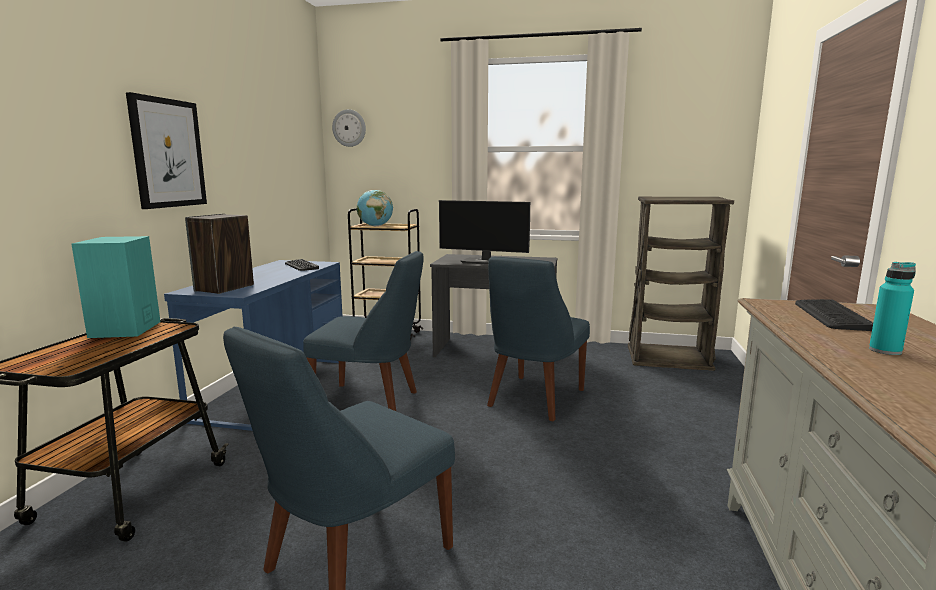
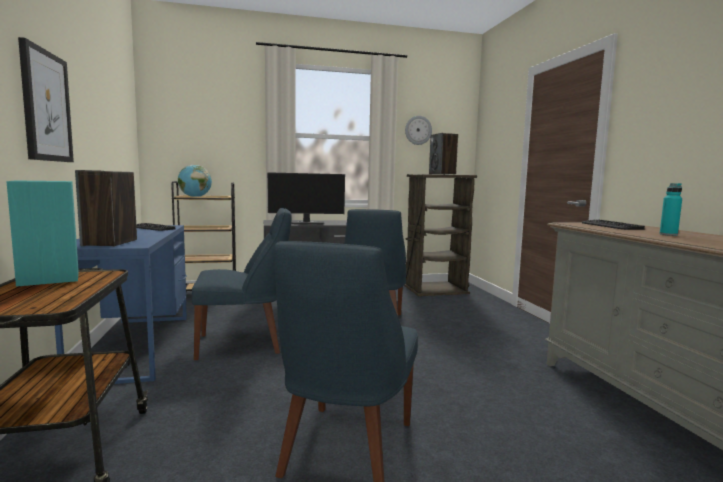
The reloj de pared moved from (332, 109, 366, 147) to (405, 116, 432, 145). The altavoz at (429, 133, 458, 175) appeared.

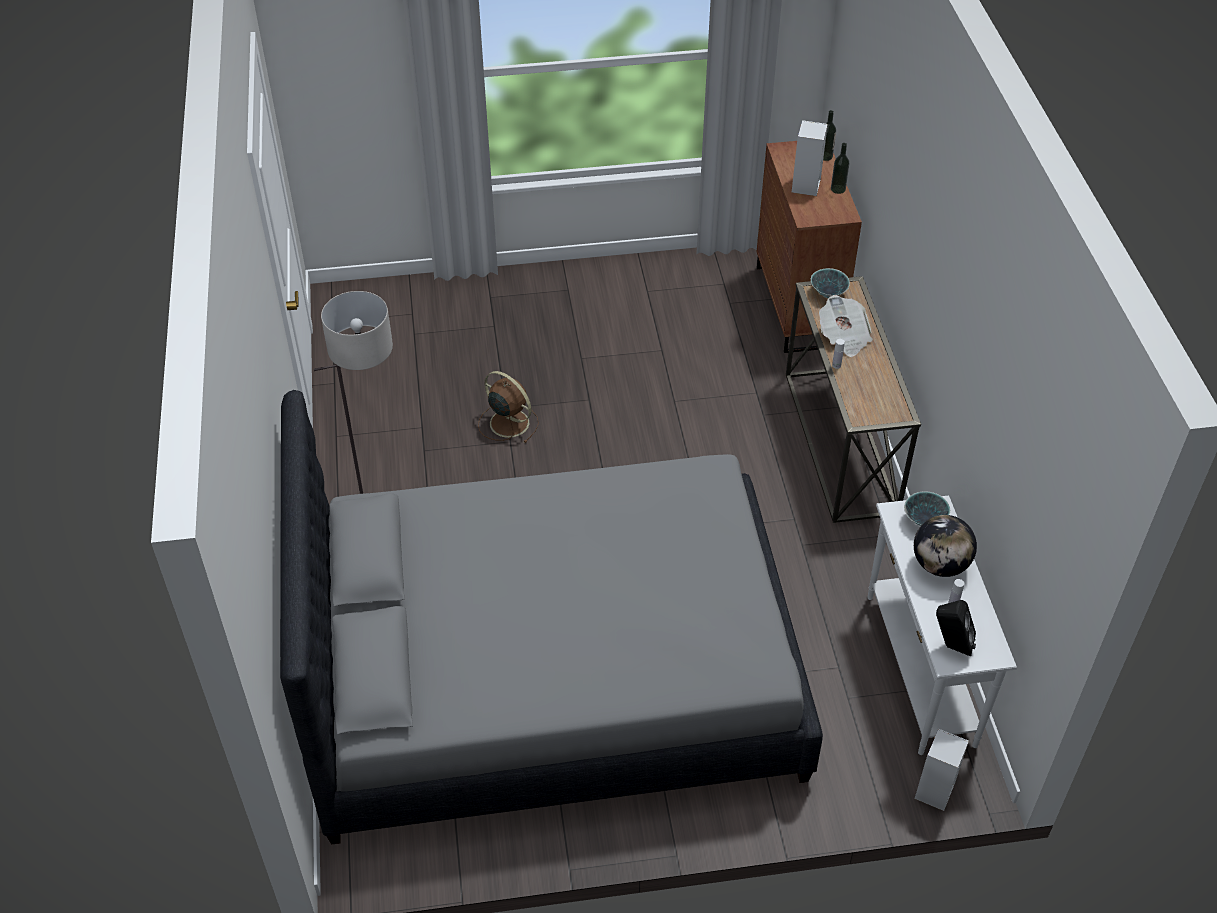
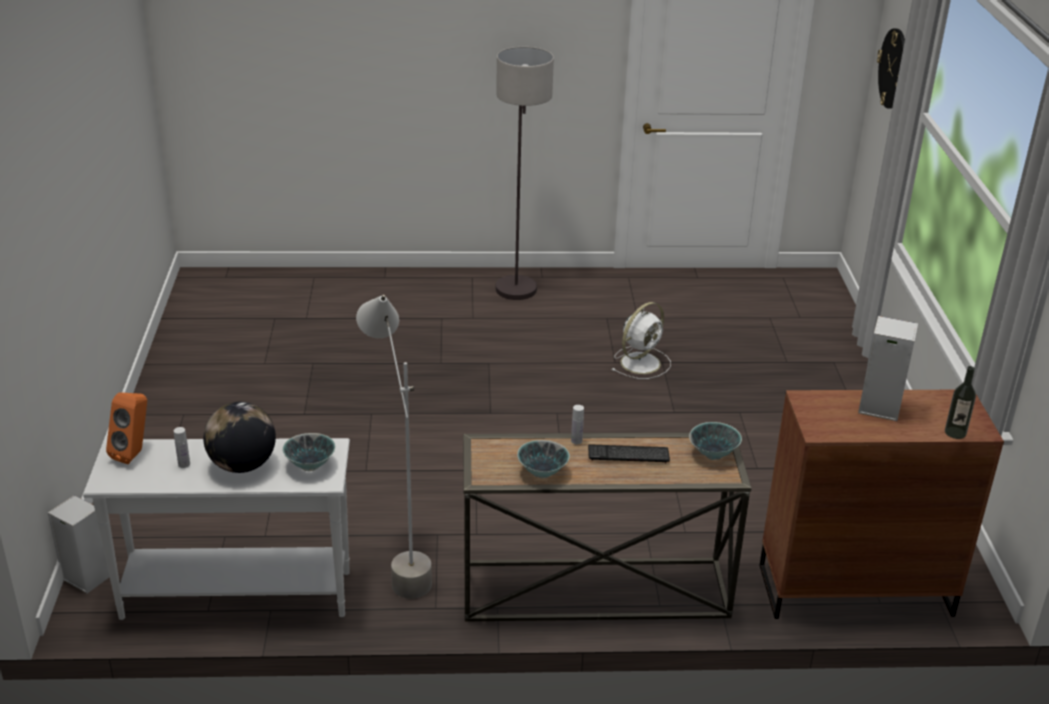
The altavoz (negro) at (936, 600, 976, 657) became the altavoz (naranja) at (106, 392, 147, 464). The lámpara de pie (gris) at (356, 295, 432, 599) appeared. The cuenco at (517, 440, 570, 478) appeared. The periódico at (819, 295, 873, 357) was replaced by the teclado at (588, 444, 670, 464). The ventilador (marrón) at (478, 371, 539, 443) became the ventilador (blanco) at (612, 302, 671, 379). The reloj de pared at (877, 28, 905, 109) appeared. The cama (gris) at (280, 390, 823, 844) disappeared. The botella at (831, 143, 849, 194) disappeared.

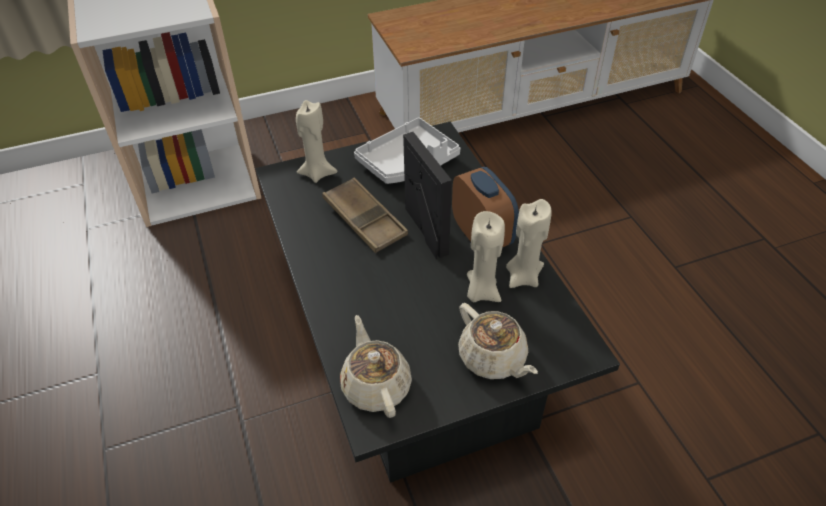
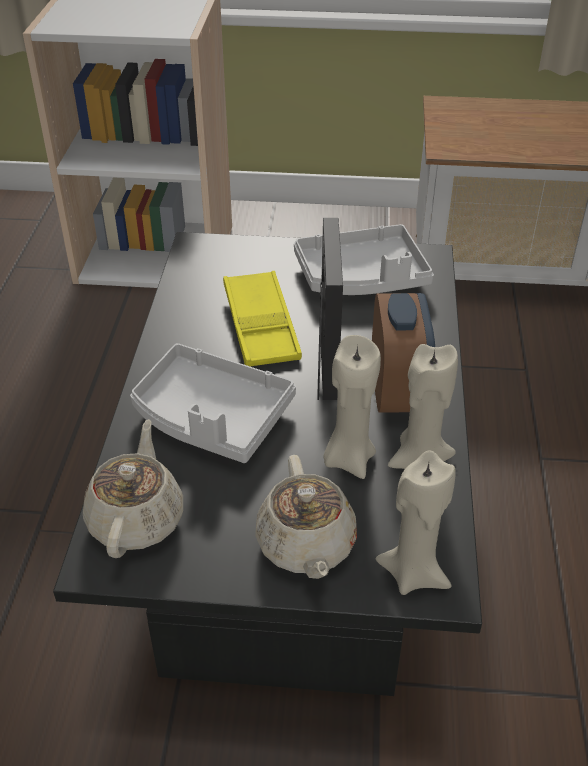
The bandeja (gris) at (130, 343, 296, 463) appeared. The bandeja (marrón) at (322, 177, 408, 253) became the bandeja (amarillo) at (223, 271, 302, 366). The vela (beis) moved from (296, 100, 337, 183) to (375, 450, 456, 595).

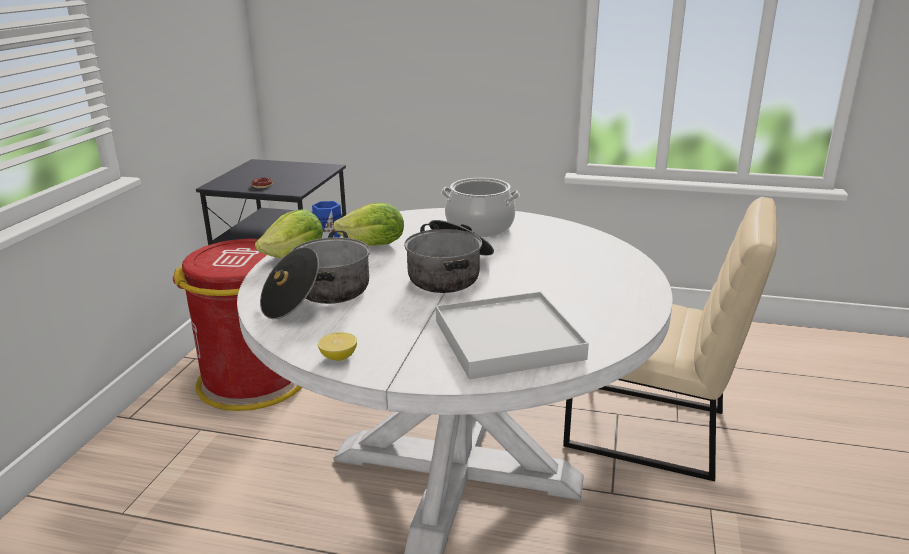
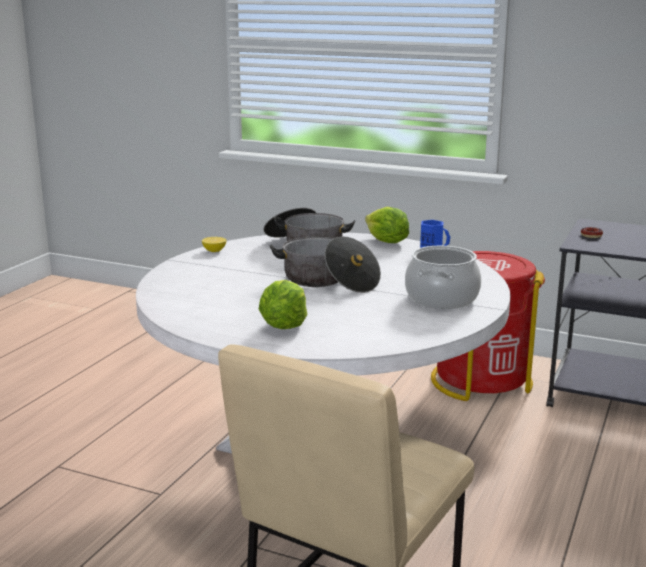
The lechuga moved from (333, 202, 404, 246) to (259, 280, 307, 329). The bandeja (blanco) at (436, 291, 589, 379) disappeared.

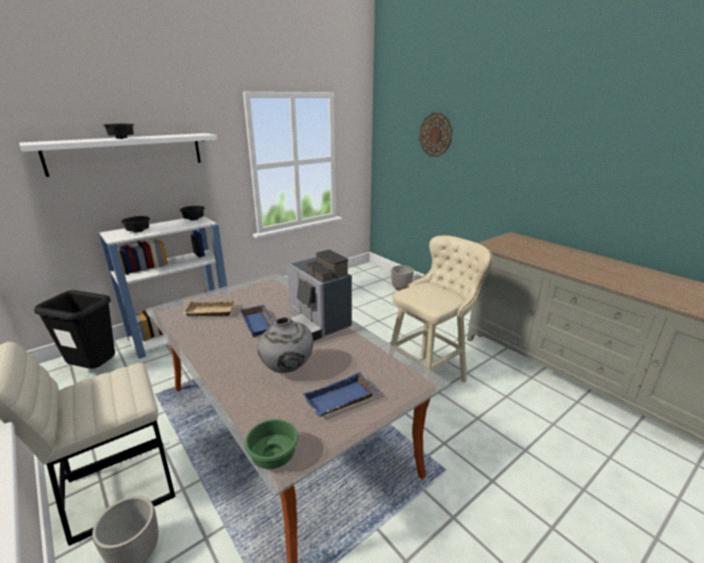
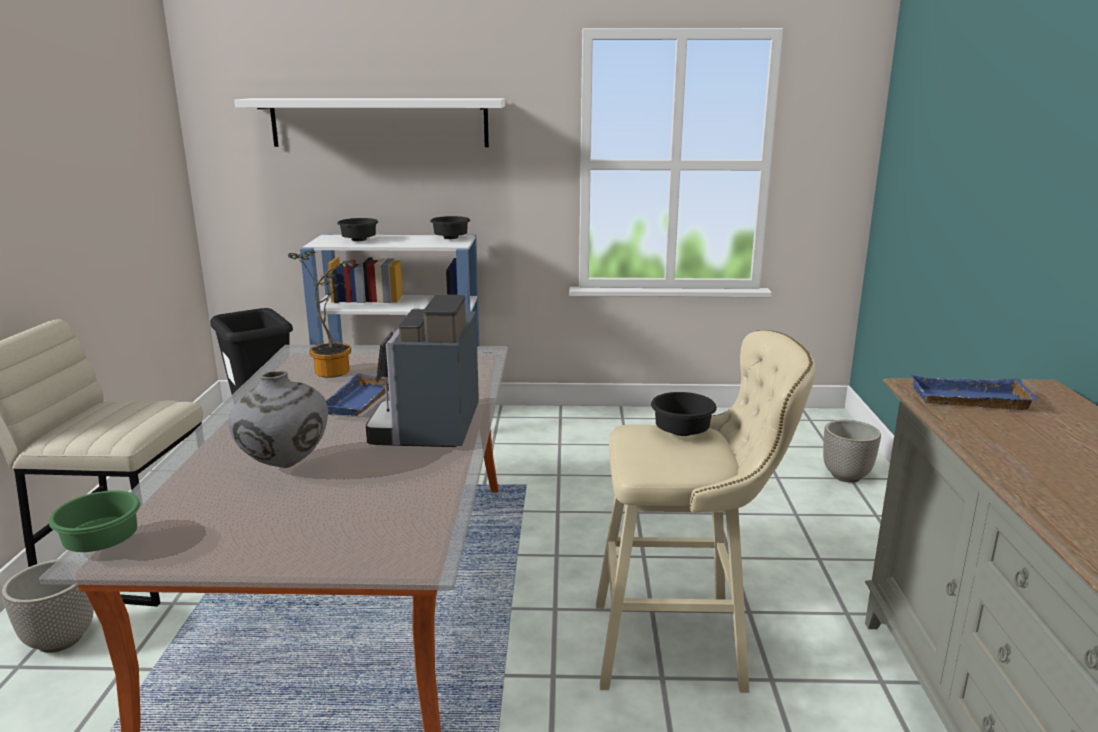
The bandeja (beis) at (182, 300, 236, 316) was replaced by the planta en maceta at (288, 250, 354, 378). The cuenco (negro) moved from (103, 124, 134, 139) to (651, 392, 717, 436). The bandeja (azul) moved from (303, 372, 376, 416) to (911, 375, 1039, 410). The reloj de pared at (419, 113, 452, 157) disappeared.

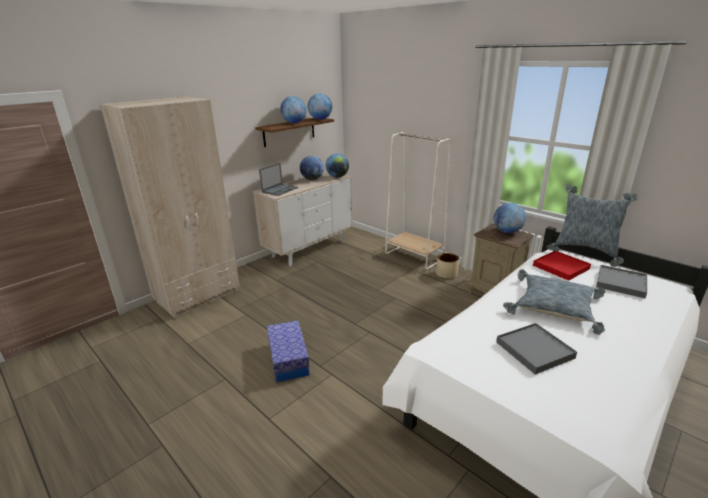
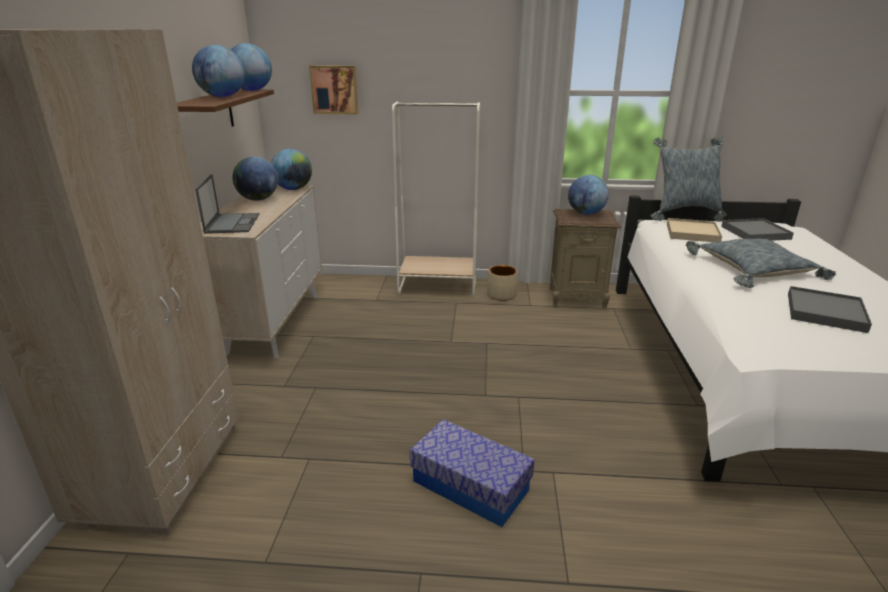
The cuadro at (309, 65, 359, 114) appeared. The bandeja (rojo) at (533, 251, 591, 281) became the bandeja (beis) at (667, 218, 722, 242).

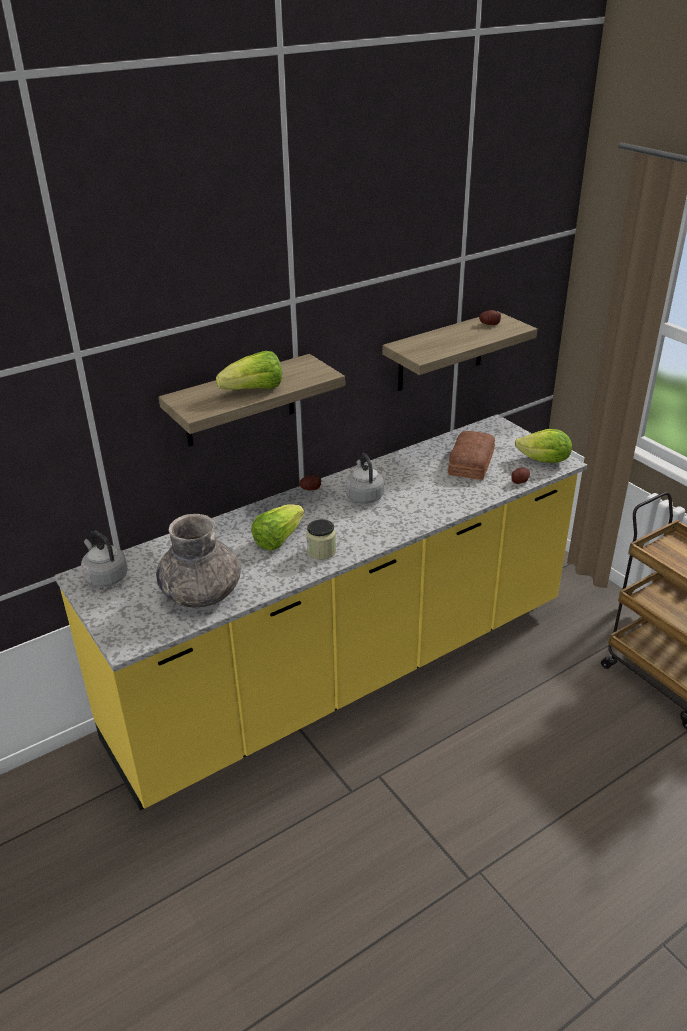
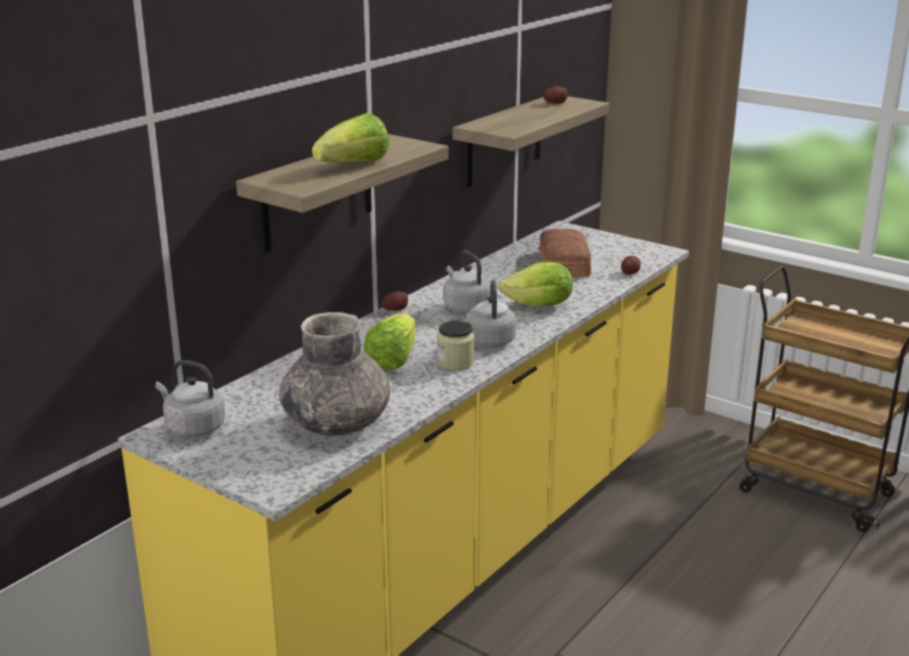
The hervidor (gris) at (465, 280, 517, 348) appeared. The lechuga moved from (515, 429, 572, 463) to (499, 261, 573, 307).

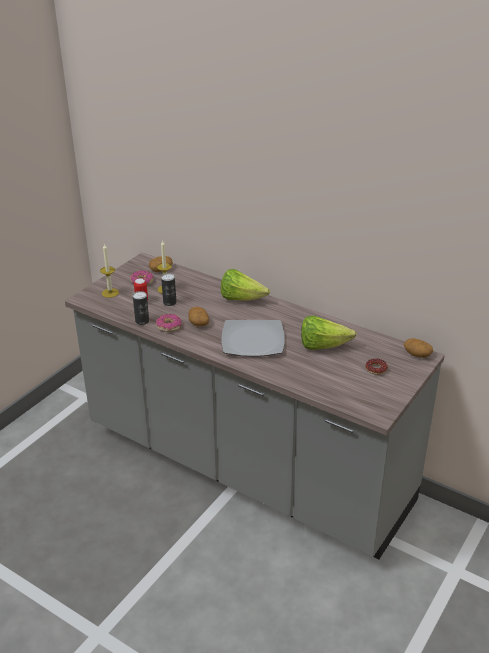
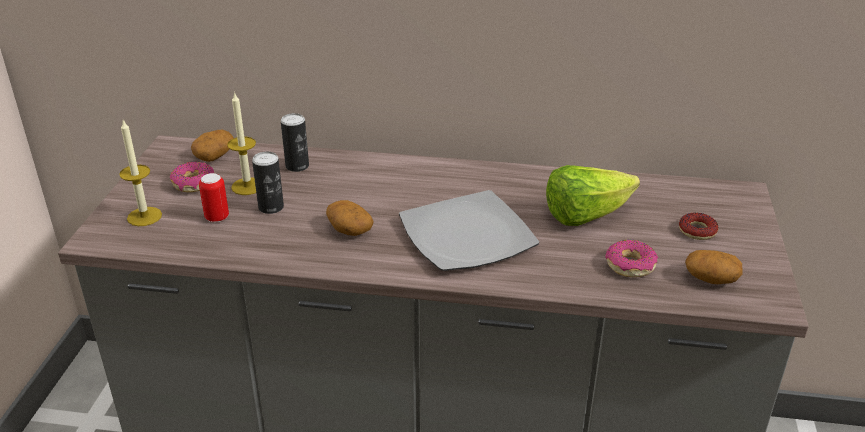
The lata moved from (133, 291, 149, 325) to (281, 113, 309, 172). The rosquilla moved from (156, 314, 182, 332) to (605, 240, 658, 277). The patata moved from (404, 338, 433, 358) to (685, 250, 743, 284). The lechuga at (221, 269, 270, 301) disappeared.

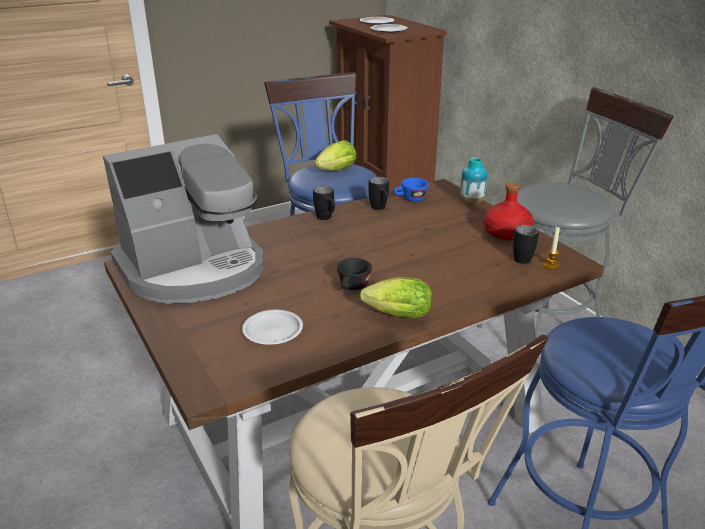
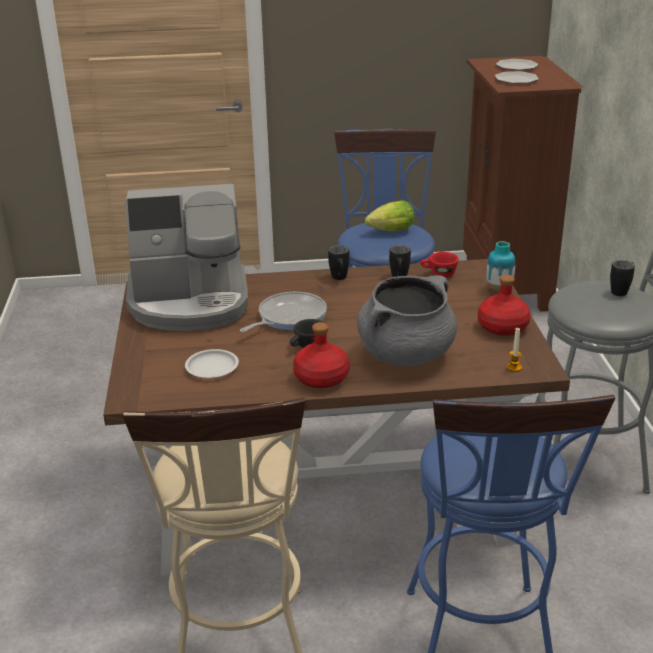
The sartén at (240, 292, 327, 332) appeared. The lechuga at (360, 277, 432, 319) was replaced by the botella (rojo) at (293, 322, 350, 388). The olla (gris) at (357, 275, 457, 366) appeared. The taza (azul) at (394, 178, 429, 202) became the taza (rojo) at (420, 252, 459, 278). The taza grande (negro) moved from (513, 225, 539, 264) to (610, 260, 635, 296).

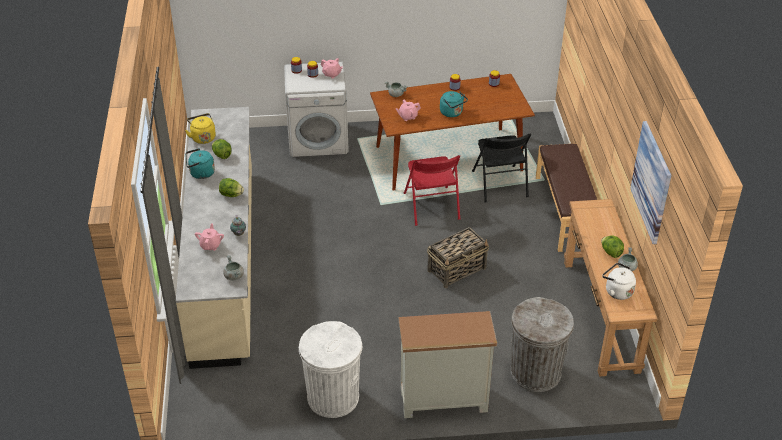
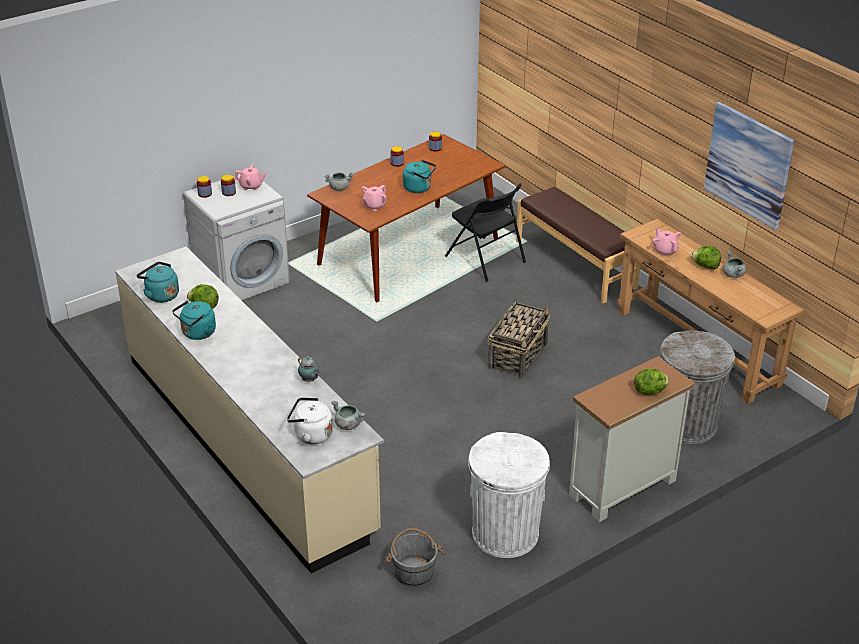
The hervidor (amarillo) at (185, 113, 216, 144) became the hervidor (turquesa) at (137, 262, 179, 303). The hervidor (blanco) moved from (602, 263, 636, 300) to (287, 397, 333, 444). The cubo (gris) at (384, 528, 445, 587) appeared. The lechuga moved from (219, 178, 244, 197) to (634, 369, 669, 395). The tetera (rosa) moved from (195, 224, 224, 251) to (652, 228, 681, 256). The silla (rojo) at (404, 155, 461, 226) disappeared.

